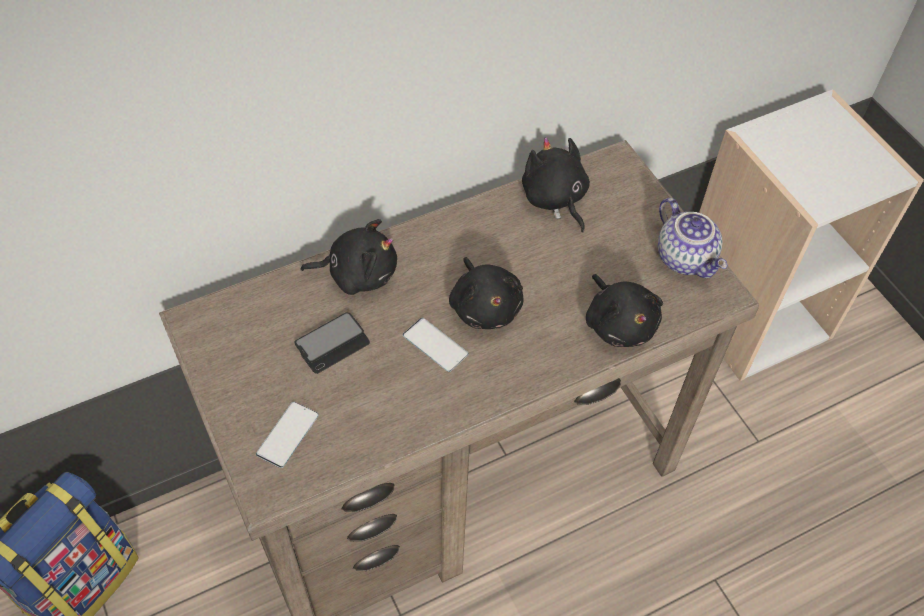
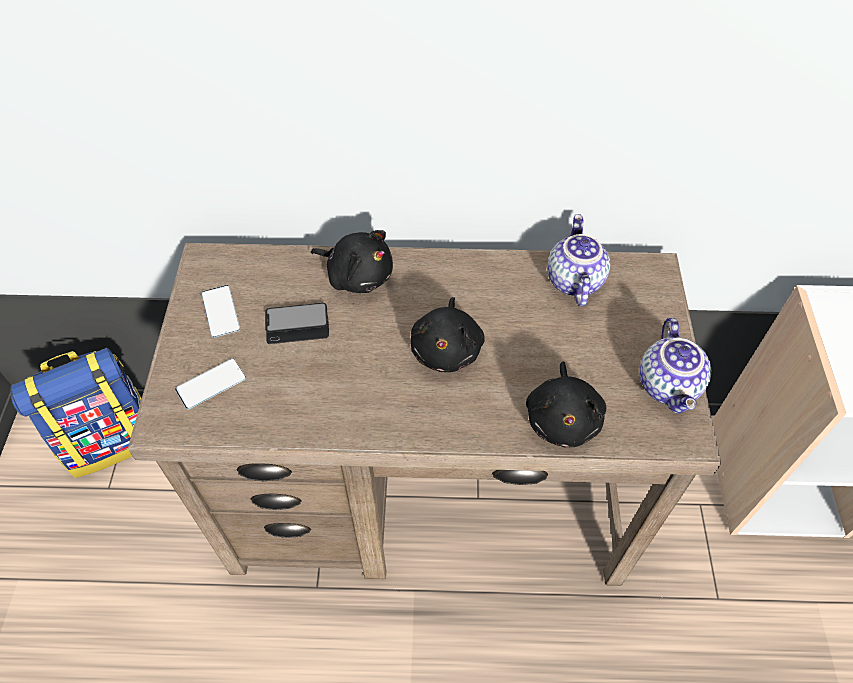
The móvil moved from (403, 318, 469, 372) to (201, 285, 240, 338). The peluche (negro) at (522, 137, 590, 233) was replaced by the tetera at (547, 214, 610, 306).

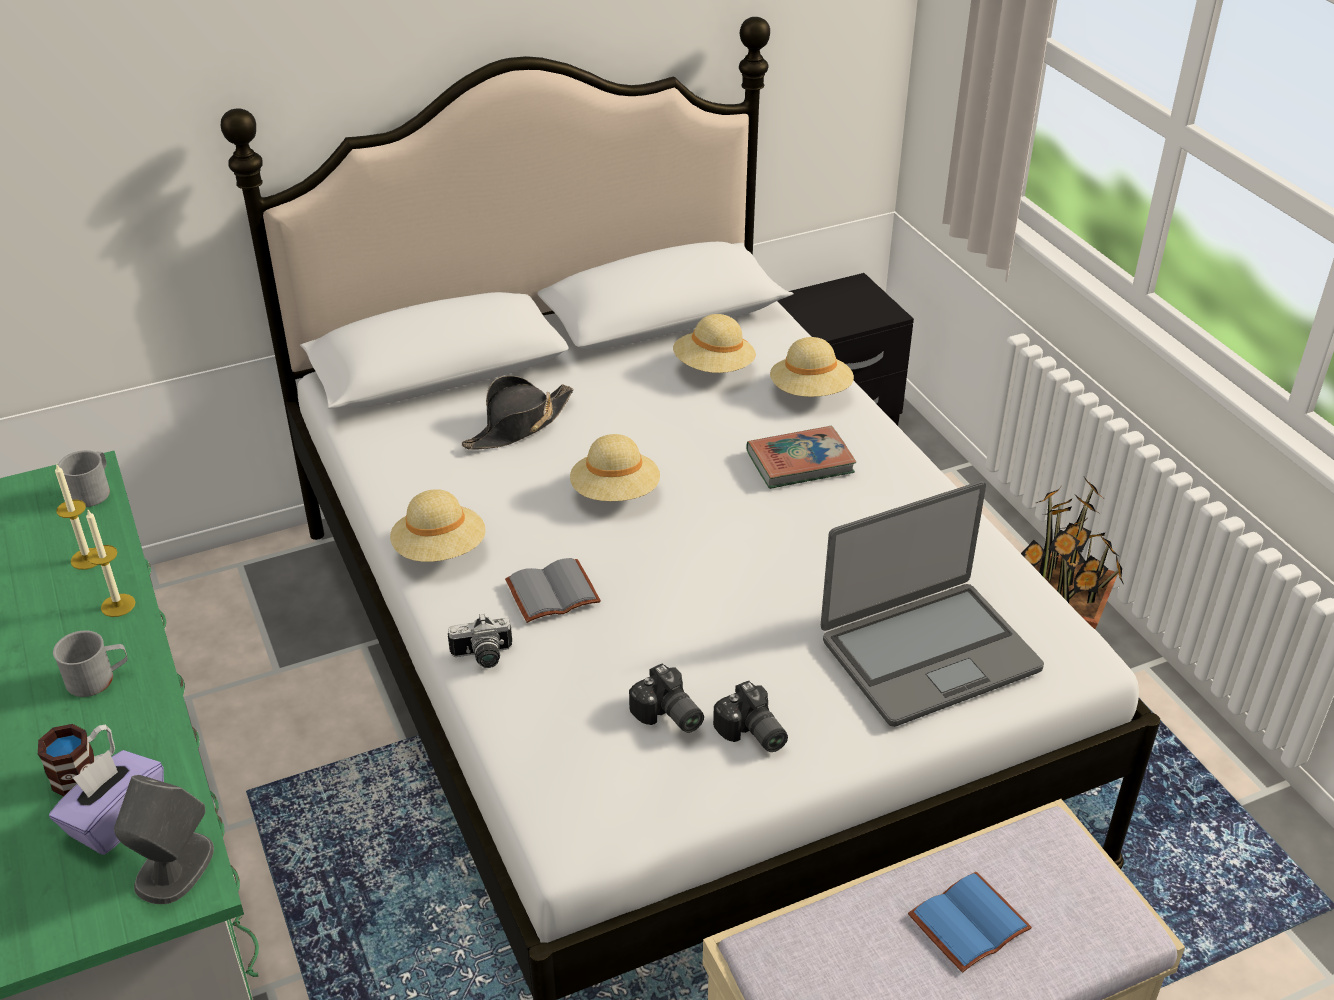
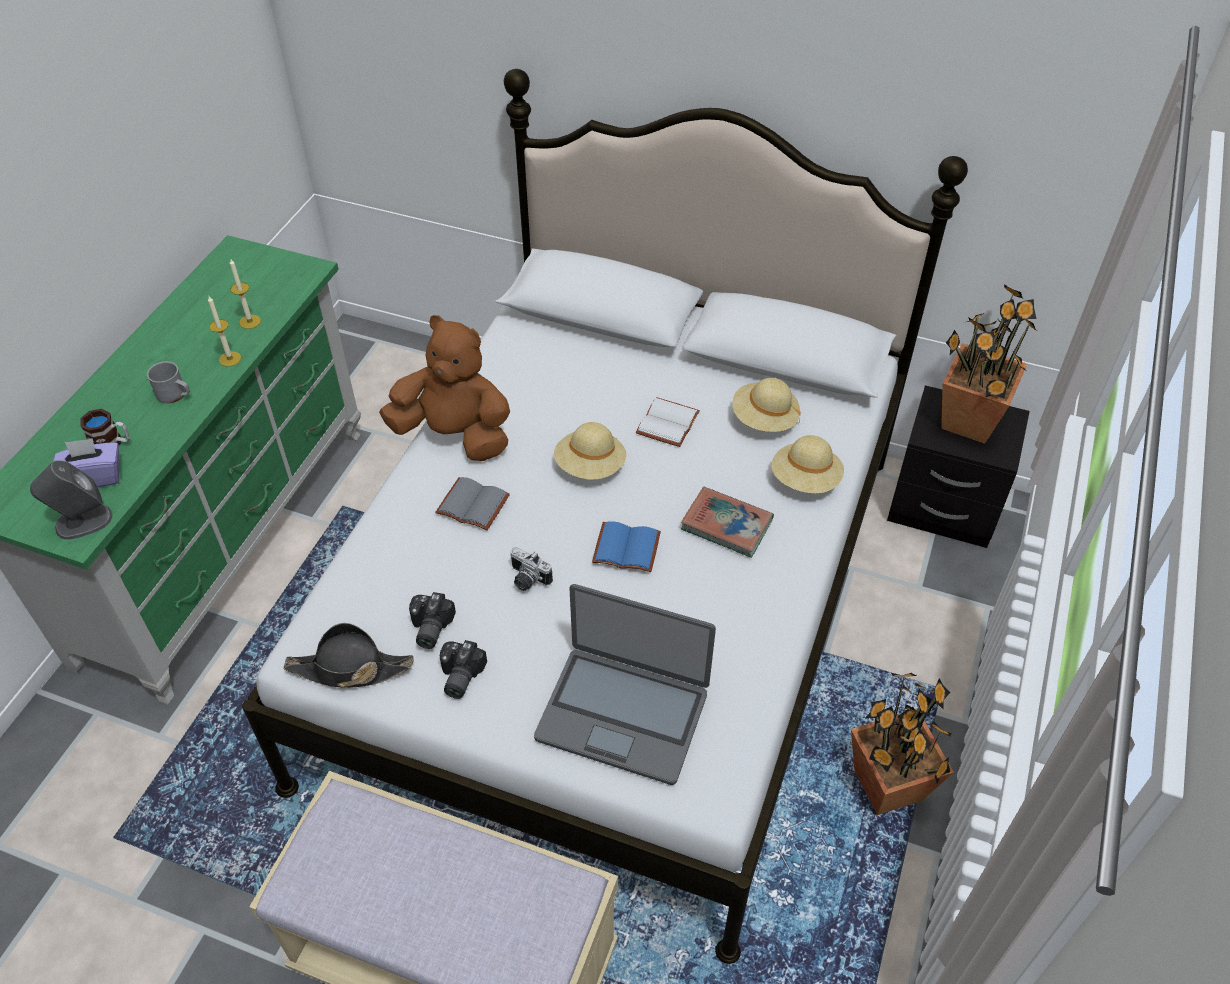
The sombrero (negro) moved from (462, 376, 574, 450) to (284, 623, 414, 688). The sombrero (beis) at (390, 489, 486, 562) was replaced by the peluche (marrón) at (379, 315, 510, 461). The cámara moved from (448, 614, 512, 668) to (510, 547, 553, 591). The libro (azul) moved from (908, 872, 1032, 972) to (592, 521, 661, 572). The libro (blanco) at (636, 397, 700, 447) appeared. The planta en maceta at (941, 285, 1037, 444) appeared. The taza grande (gris) at (58, 450, 110, 507) disappeared.

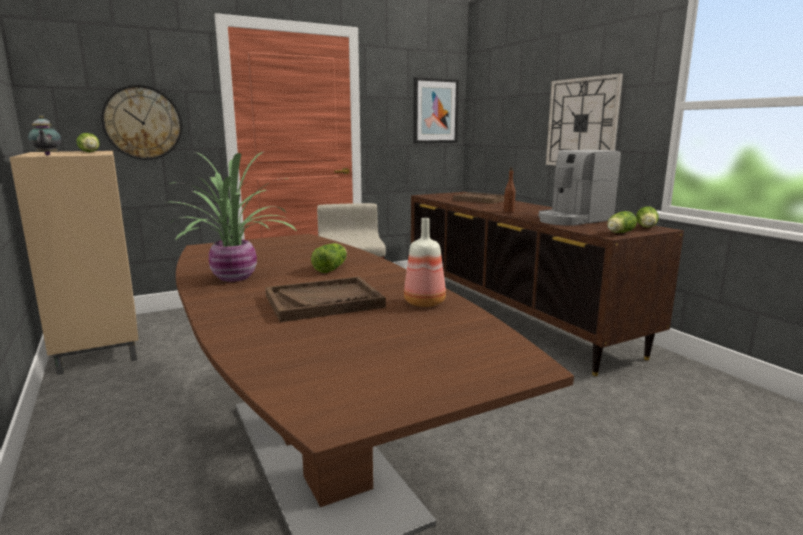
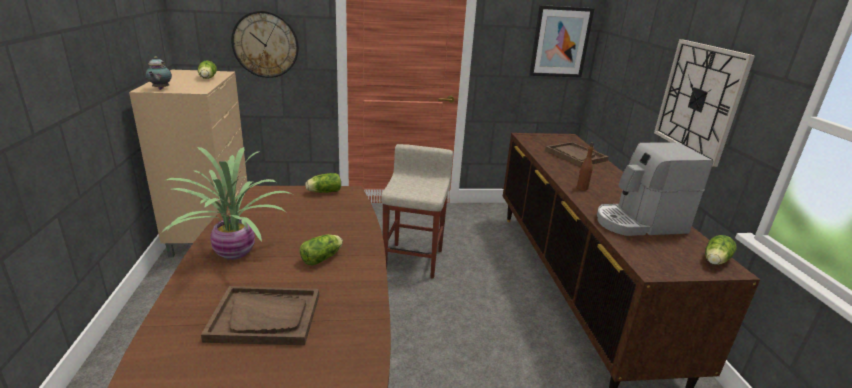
The lechuga moved from (607, 211, 637, 233) to (305, 173, 341, 193). The botella at (404, 218, 446, 307) disappeared.

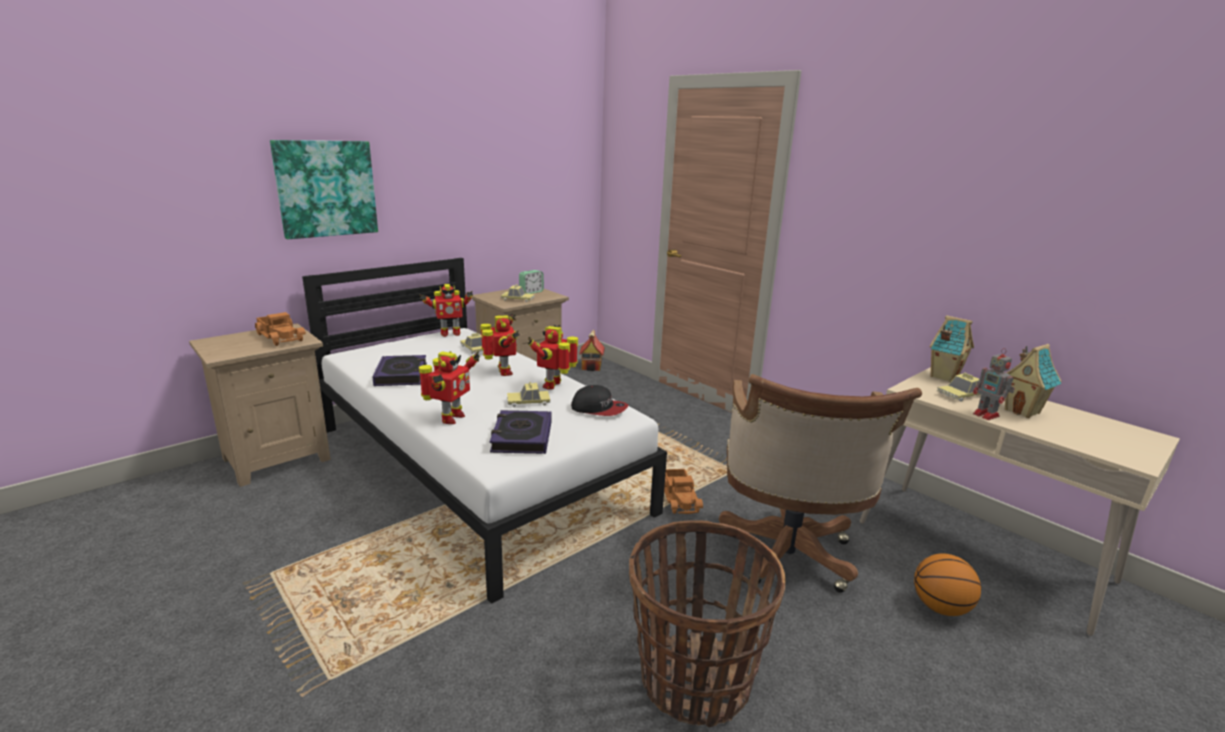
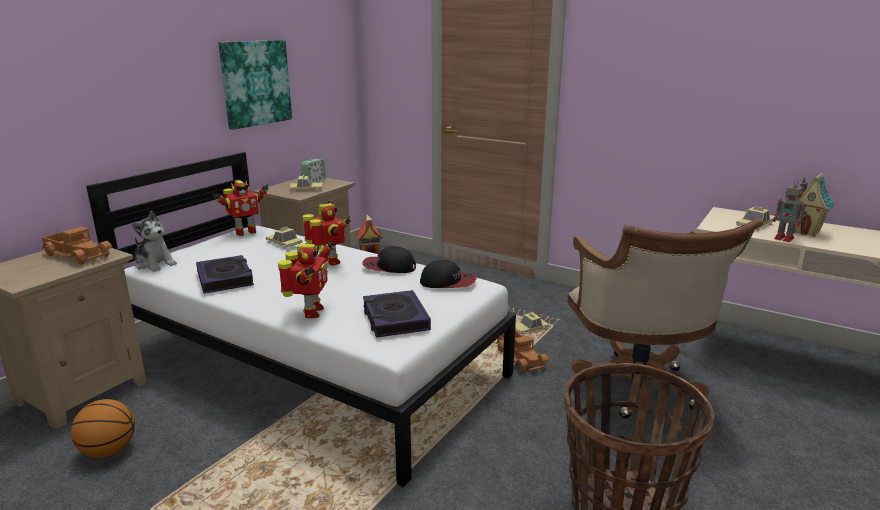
The balón de baloncesto moved from (914, 553, 981, 616) to (71, 399, 135, 458). The peluche at (132, 210, 177, 272) appeared. The cuadro moved from (270, 140, 378, 239) to (218, 40, 292, 130). The robot de juguete at (528, 325, 578, 390) was replaced by the gorra at (362, 246, 416, 273). The coche de juguete moved from (507, 382, 550, 407) to (515, 312, 549, 335). The casita at (929, 315, 974, 382) disappeared.

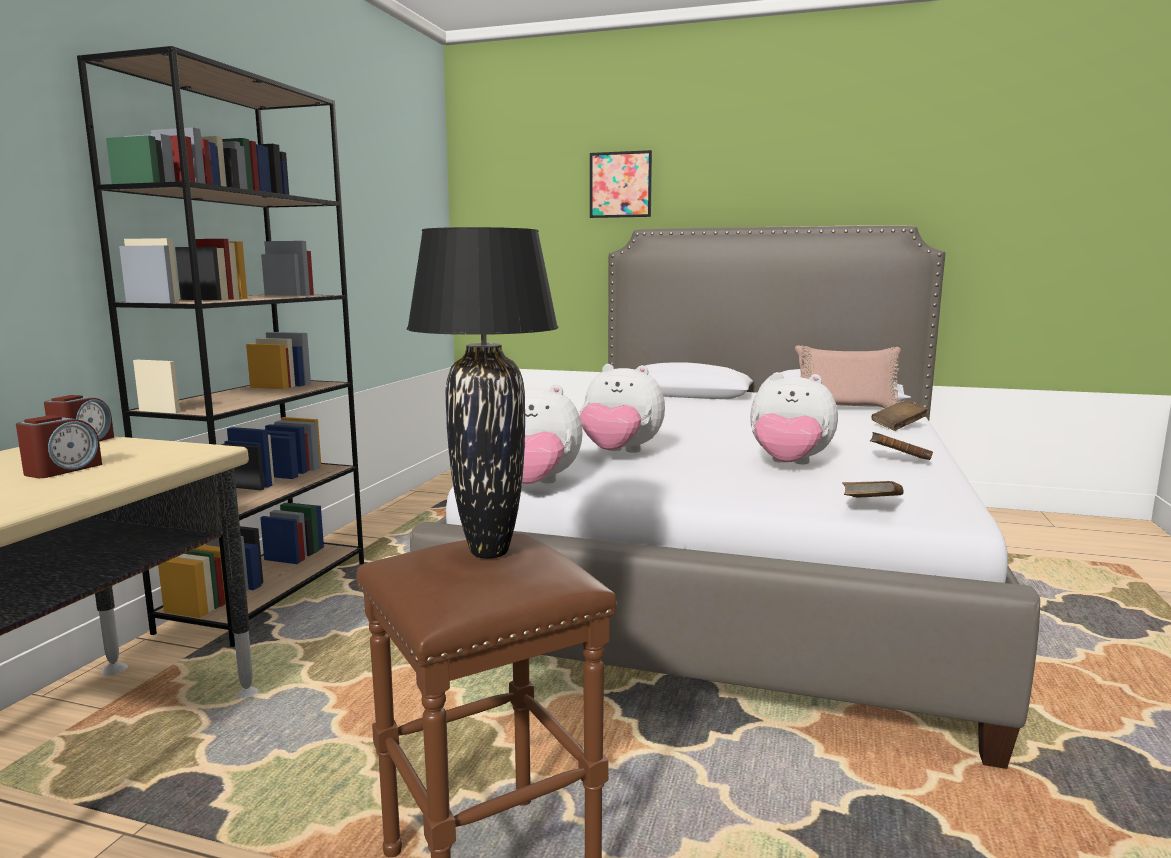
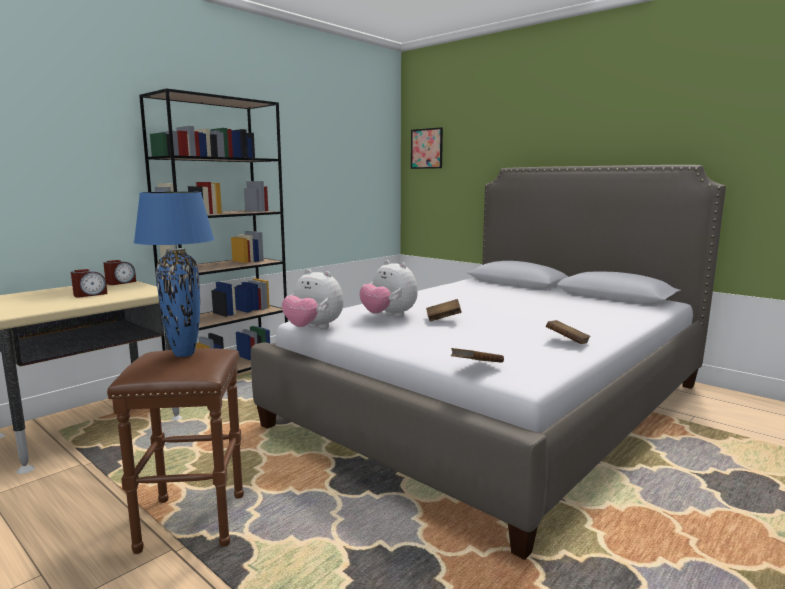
The lámpara de mesa (negro) at (407, 227, 559, 559) became the lámpara de mesa (azul) at (134, 192, 214, 357). The cuadro moved from (590, 150, 652, 218) to (411, 127, 443, 169). The libro (marrón) moved from (872, 399, 928, 431) to (426, 299, 462, 321). The peluche at (750, 372, 838, 464) disappeared. The cojín (beis) at (795, 345, 901, 409) disappeared.

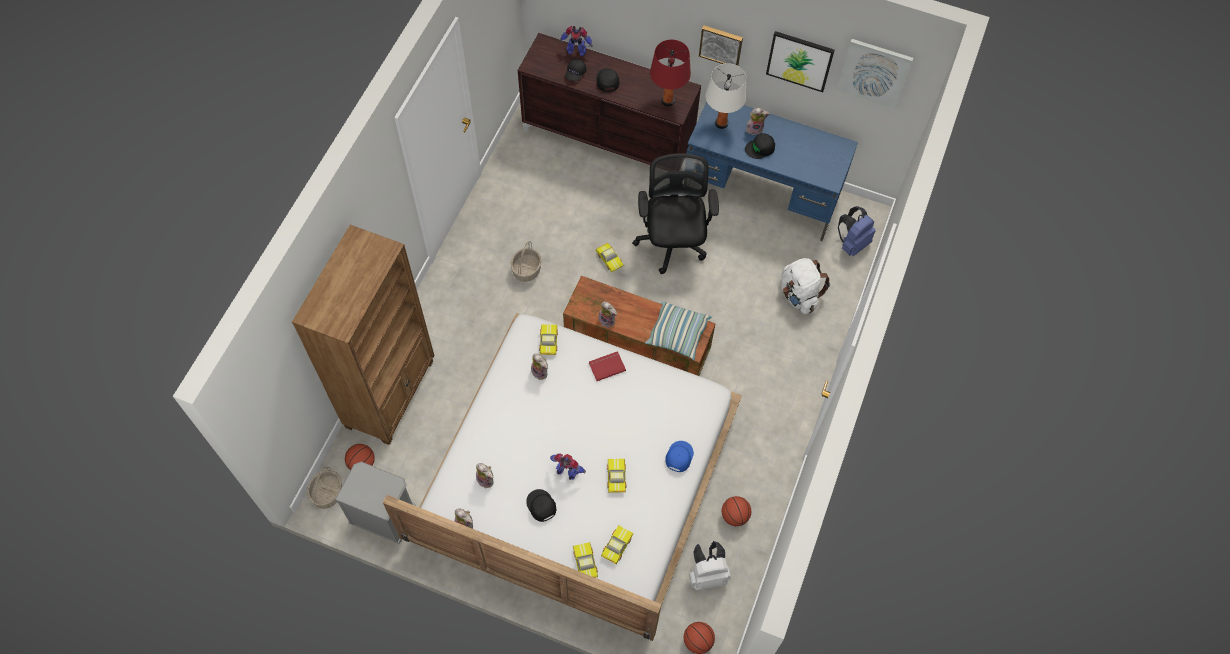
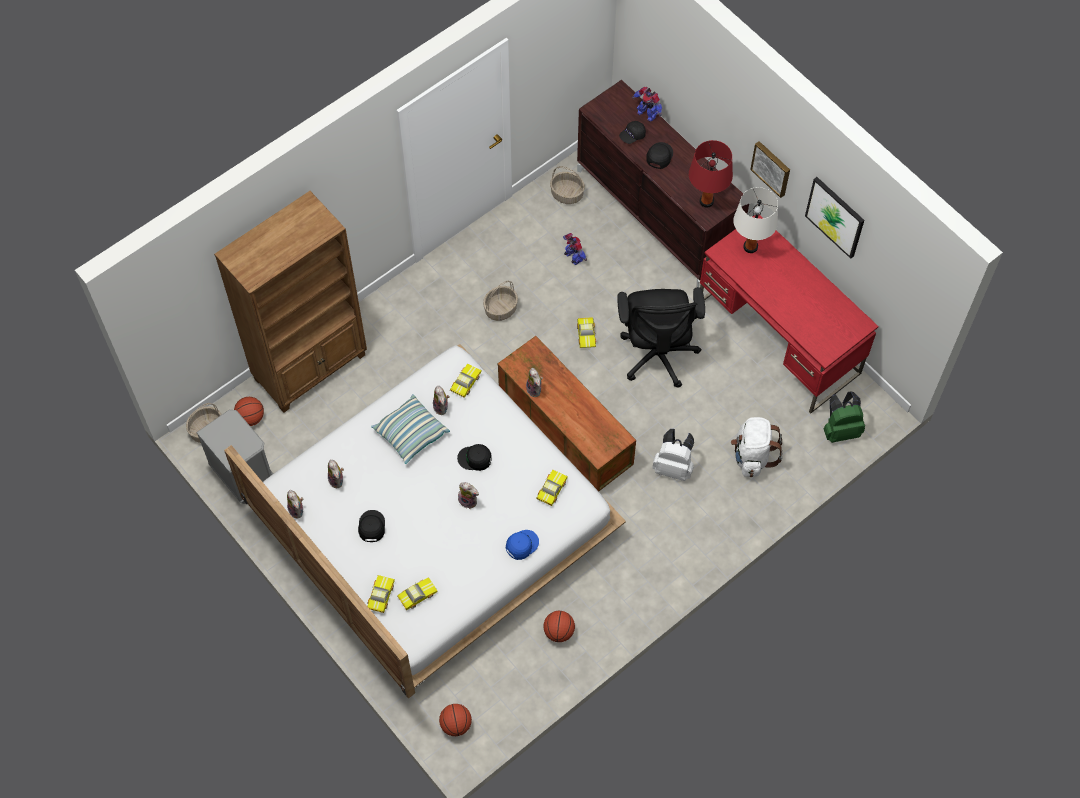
The cojín moved from (645, 301, 711, 360) to (371, 394, 450, 464). The gorra (negro) moved from (745, 133, 775, 159) to (457, 444, 491, 471). The peluche moved from (746, 108, 769, 135) to (458, 482, 479, 509). The coche de juguete moved from (607, 459, 626, 493) to (536, 470, 568, 506). The cesta at (550, 166, 585, 204) appeared. The robot de juguete moved from (550, 453, 586, 480) to (563, 233, 587, 265). The silla de oficina (negro) at (632, 153, 719, 274) turned 150 degrees clockwise. The mochila (blanco) moved from (689, 541, 731, 590) to (652, 429, 694, 481). The escritorio (azul) at (686, 102, 858, 241) became the escritorio (rojo) at (700, 214, 879, 413). The mochila (azul) at (838, 206, 876, 256) became the mochila (verde) at (824, 392, 865, 443). The libro (rojo) at (589, 351, 626, 381) disappeared. The cuadro at (837, 39, 913, 109) disappeared.

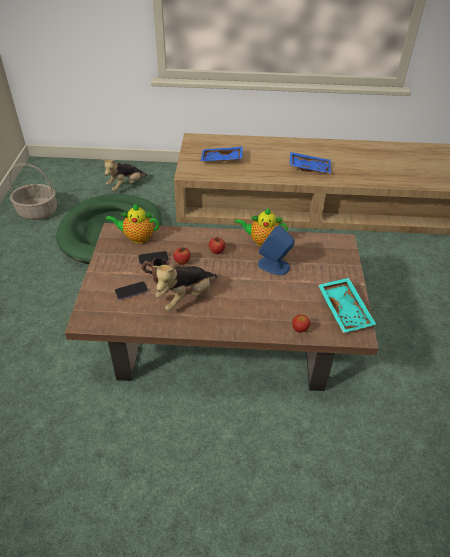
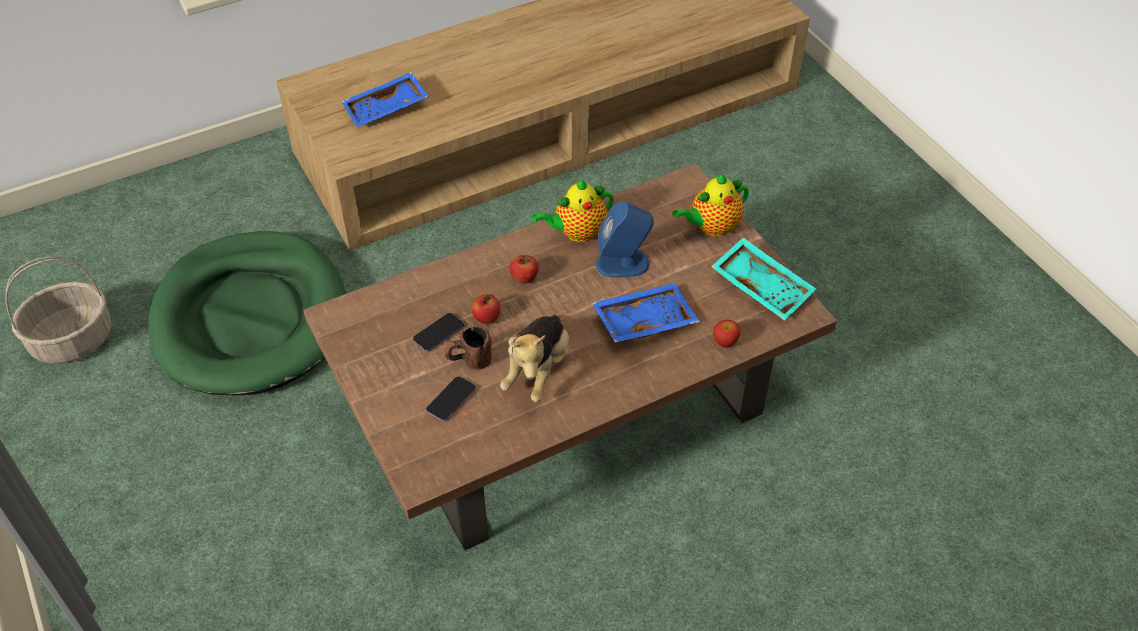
The bandeja (azul) moved from (289, 152, 331, 174) to (592, 283, 700, 343). The tetera moved from (106, 203, 159, 244) to (673, 174, 749, 237). The peluche at (102, 159, 147, 191) disappeared.

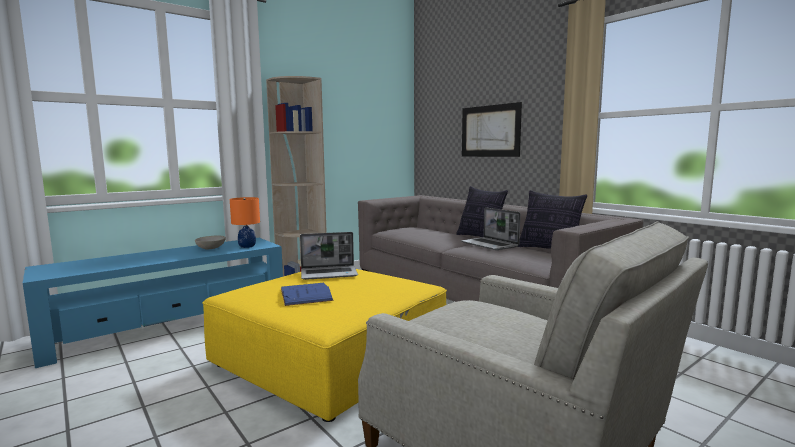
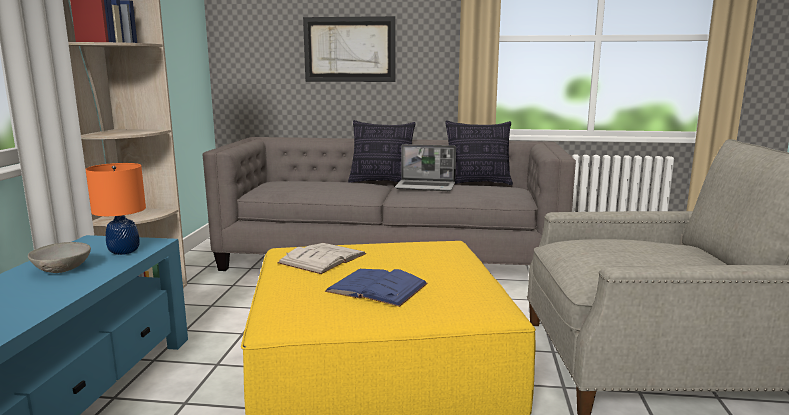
The portátil at (300, 232, 358, 280) was replaced by the libro (blanco) at (277, 243, 366, 274).

